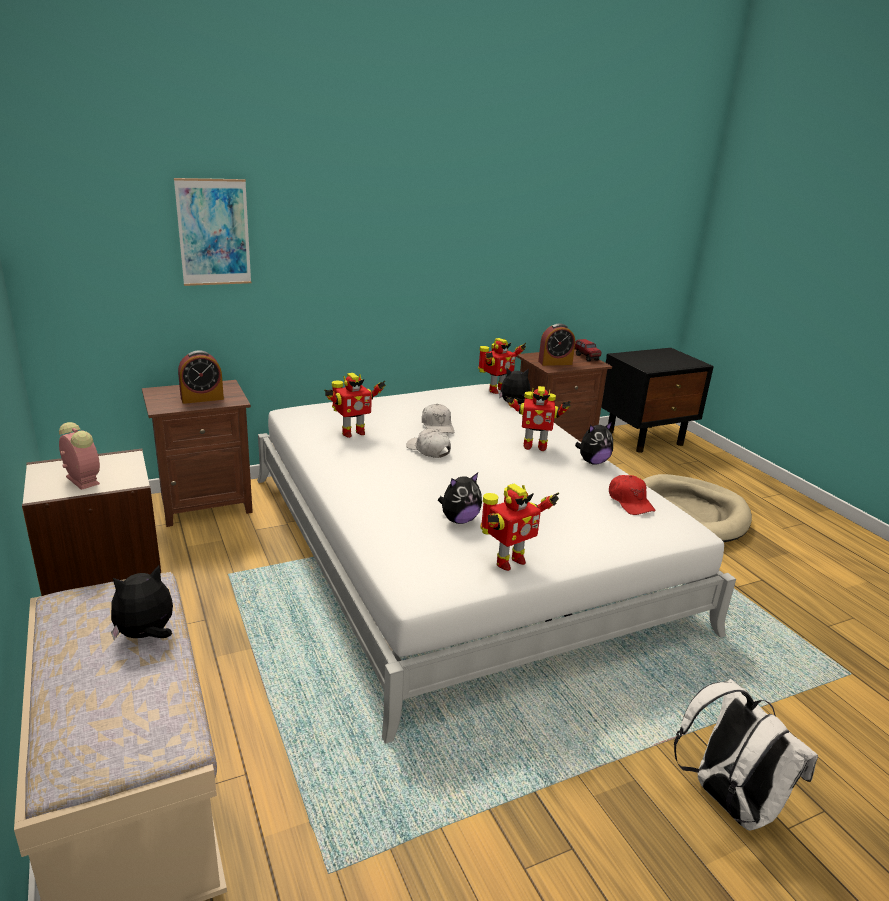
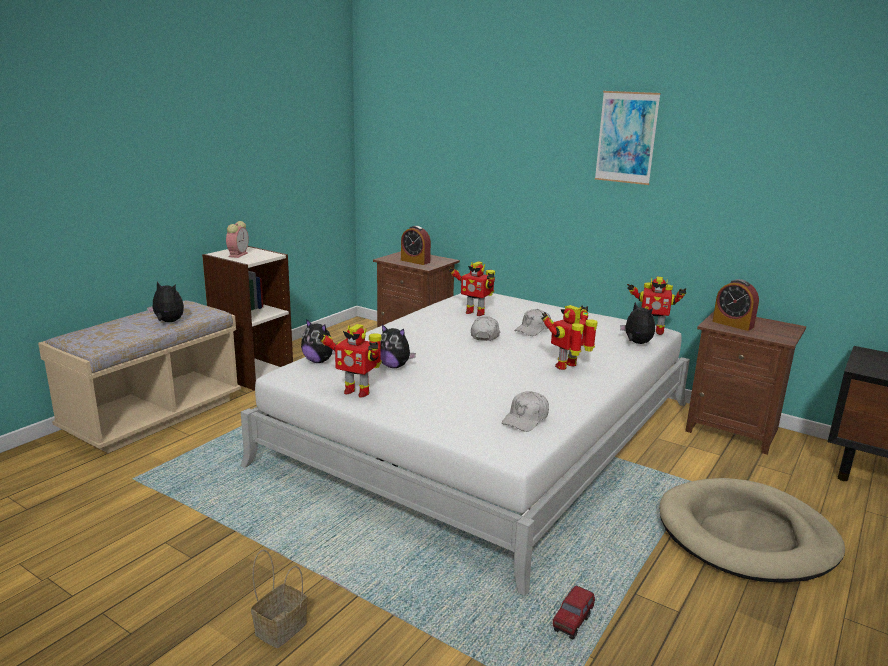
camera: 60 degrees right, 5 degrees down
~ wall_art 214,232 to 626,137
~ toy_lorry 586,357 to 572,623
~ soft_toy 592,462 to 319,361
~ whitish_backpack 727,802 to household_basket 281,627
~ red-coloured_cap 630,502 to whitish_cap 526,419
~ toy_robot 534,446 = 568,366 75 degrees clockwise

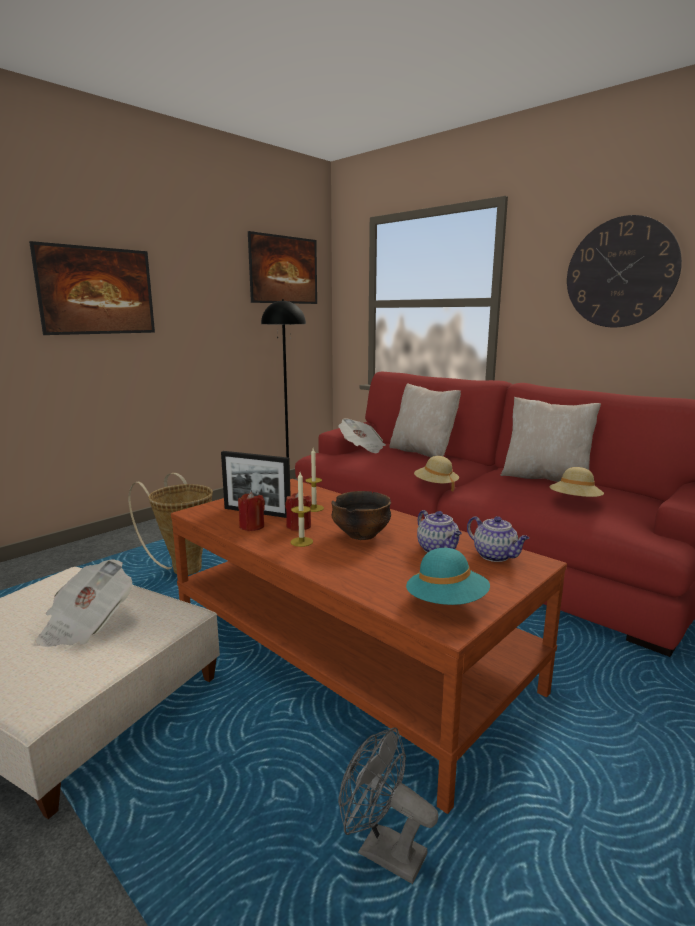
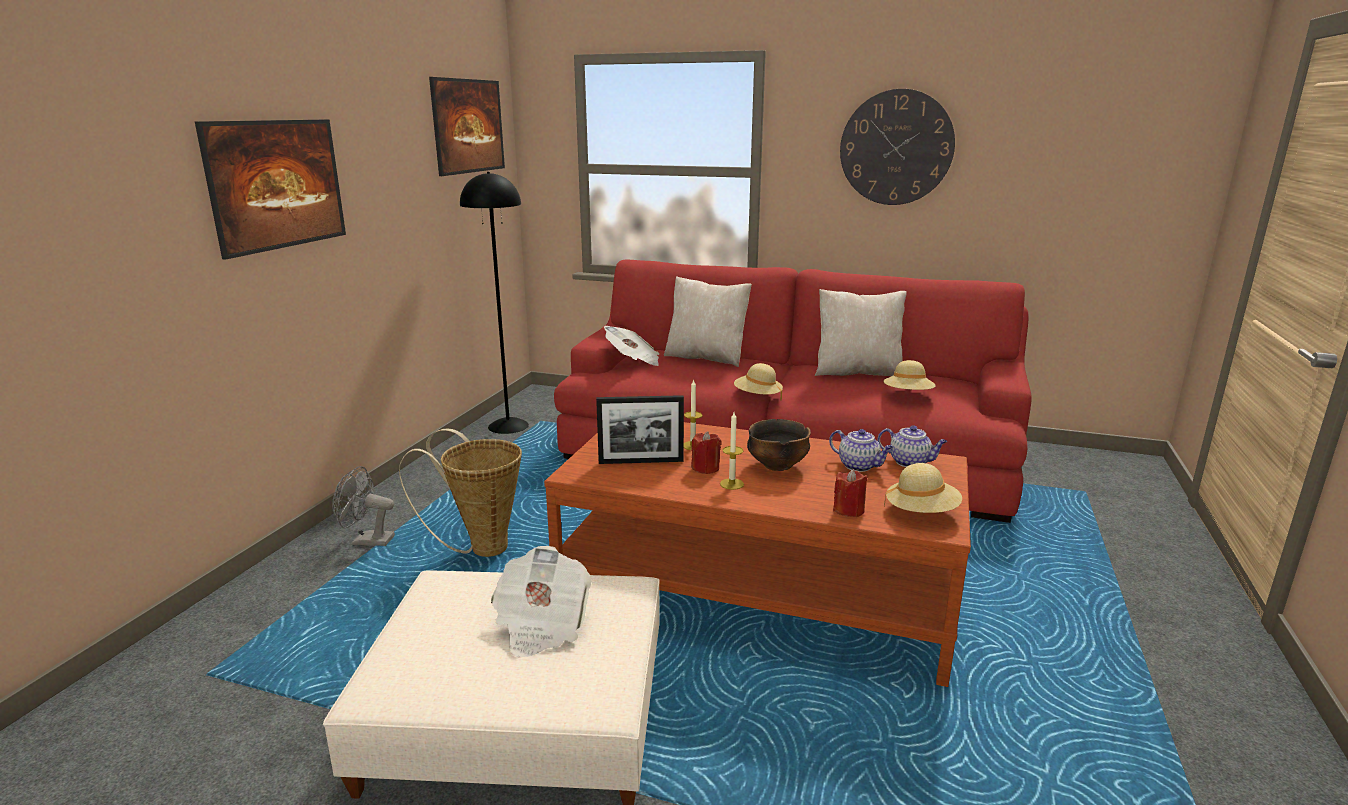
camera: 25 degrees left, 5 degrees up
~ red-coloured_wax_candle 252,526 to 848,510
~ greyish_cooling_fan 382,851 to 367,541
~ turquoise-coloured_hat 446,603 to sand-coloured_hat 921,512

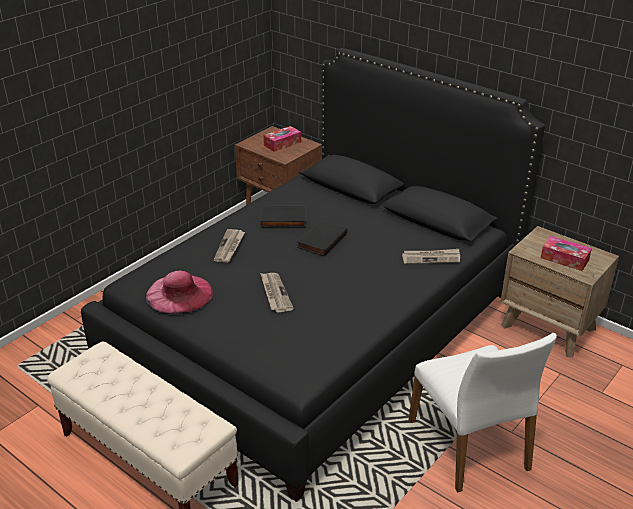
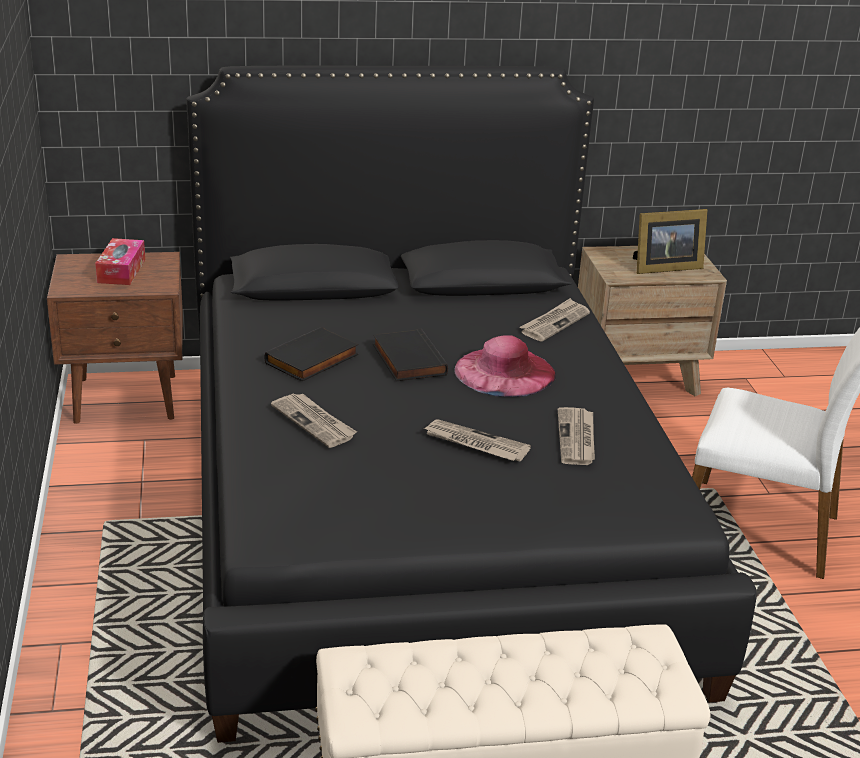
camera: 50 degrees left, 5 degrees down
+ daily_paper 577,439
~ pinkish_hat 179,294 to 504,371
~ tissue_box 564,259 to photo_frame 663,267

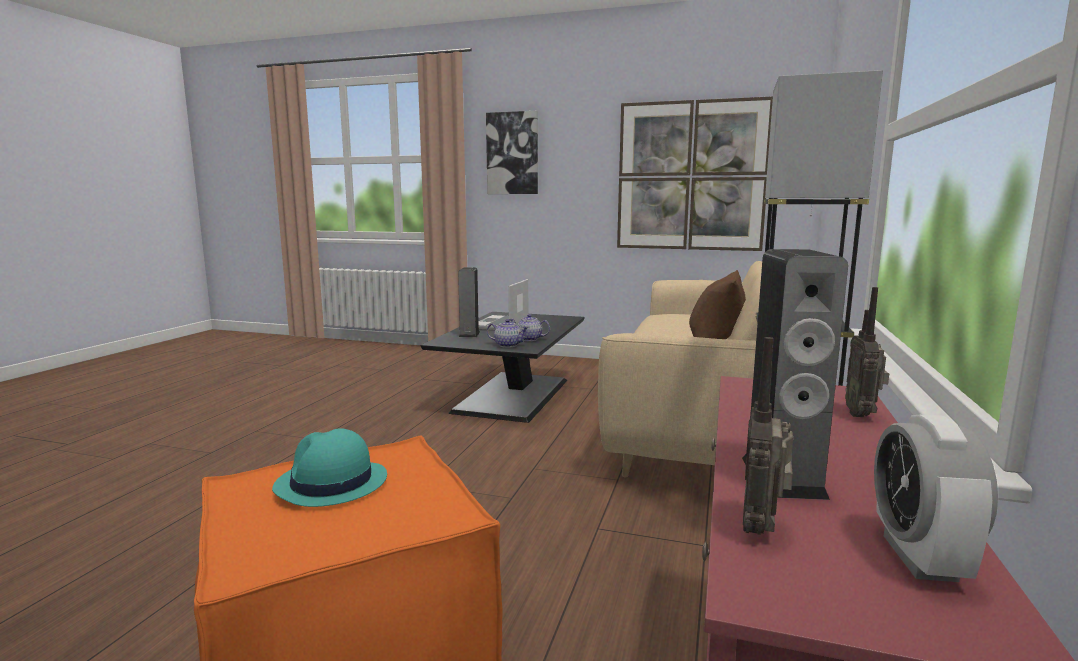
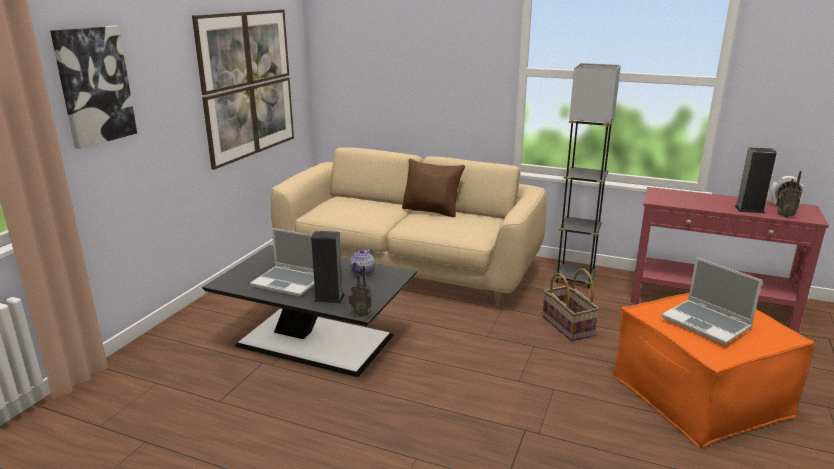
camera: 85 degrees left, 10 degrees up
- pot_for_tea 507,345
+ household_basket 568,326
~ radio_receiver 862,414 to 361,314
~ turquoise-coloured_hat 331,483 to laptop 707,323

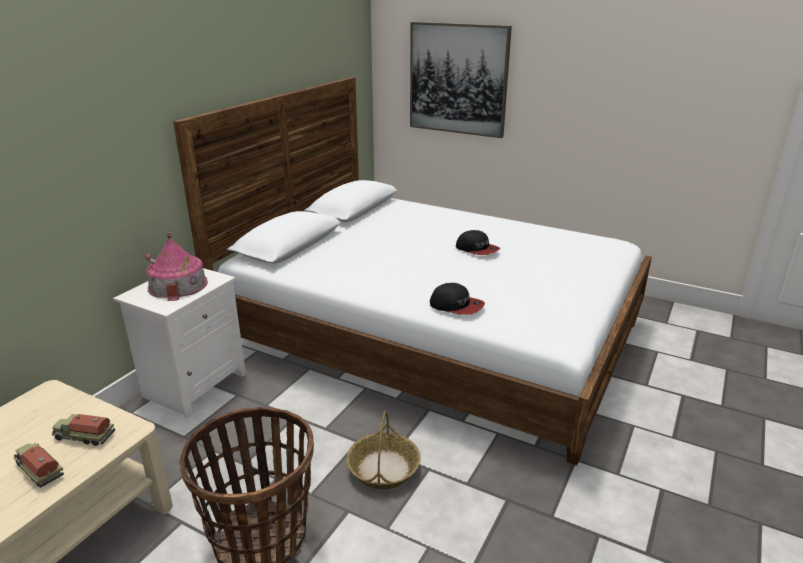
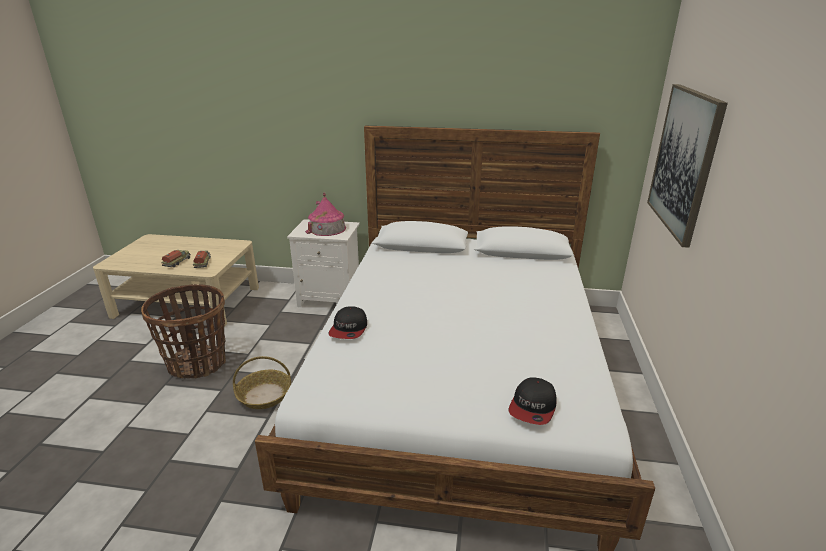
camera: 70 degrees right, 0 degrees up
~ cap 477,249 to 533,407

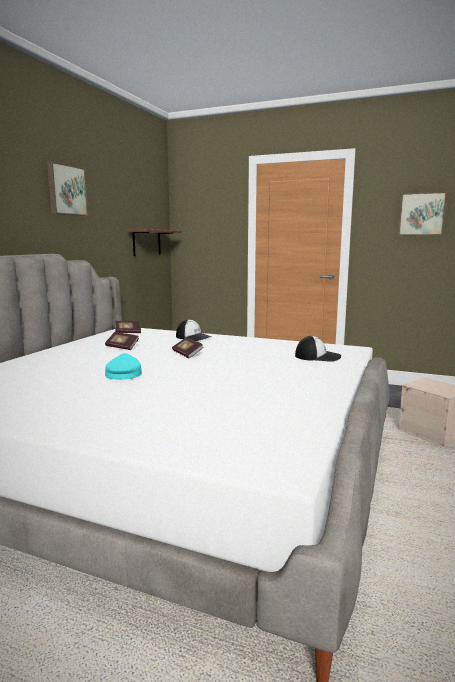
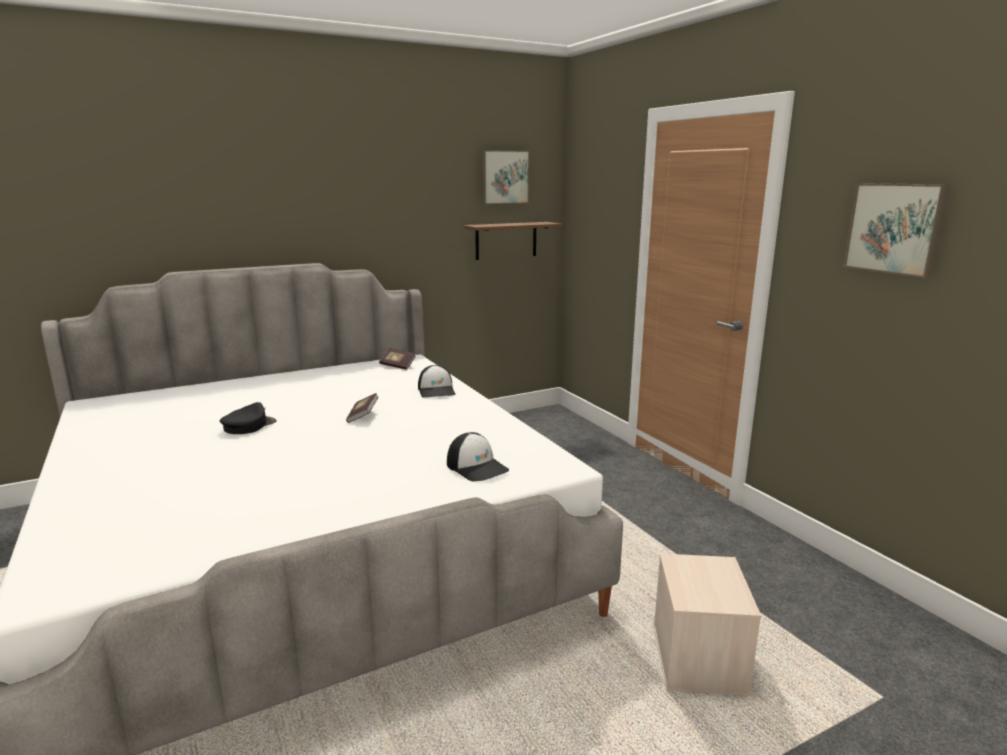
camera: 40 degrees right, 5 degrees up
- book 122,347
~ wall_art 66,190 to 504,177
~ turquoise-coloured_cap 123,374 to blackish_cap 249,426

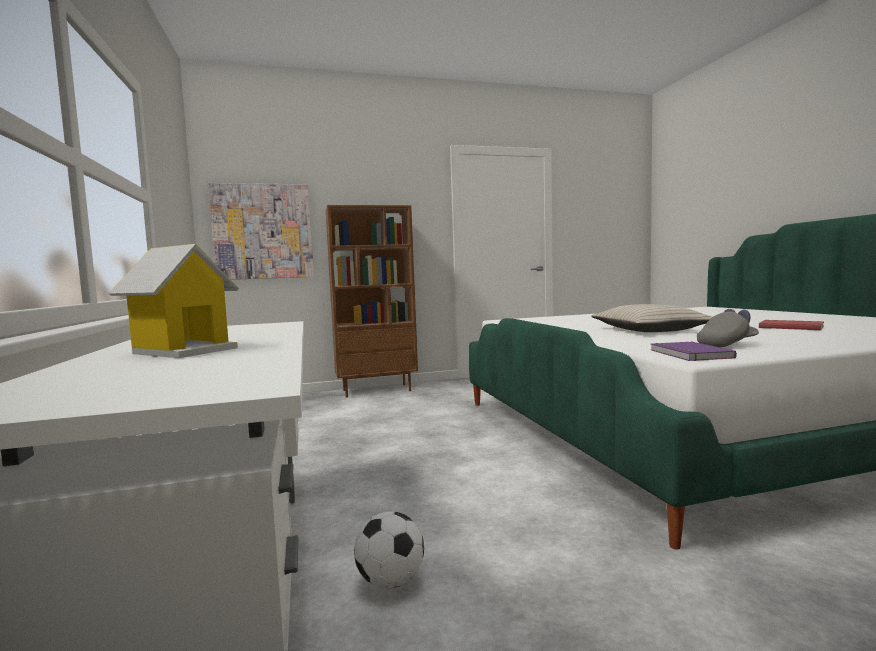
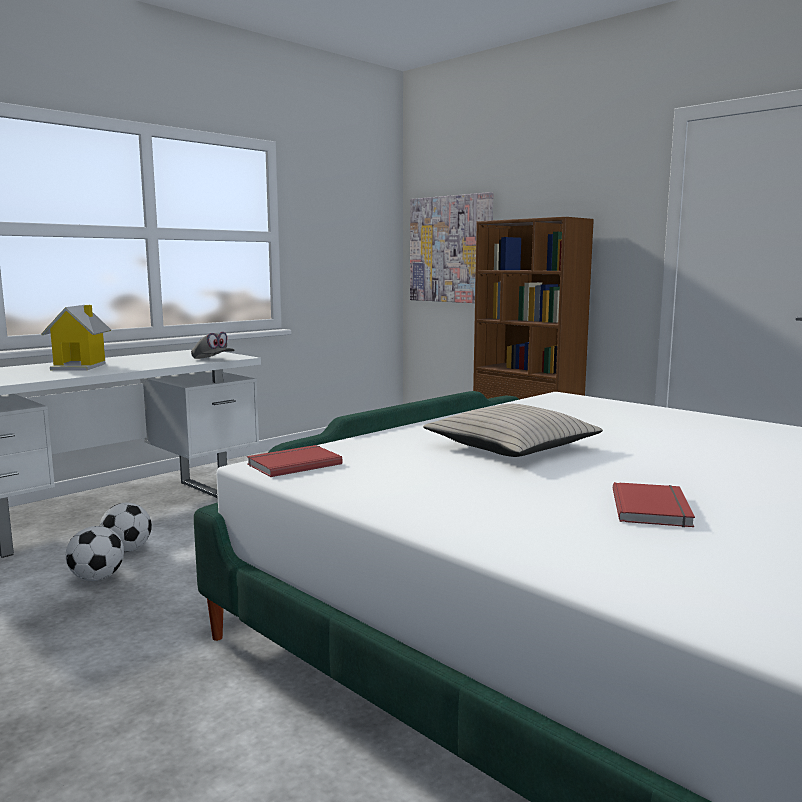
camera: 60 degrees right, 5 degrees up
+ football 97,578
~ greyish_cap 727,345 to 213,360
~ purple-coloured_book 688,354 to red-coloured_book 293,464

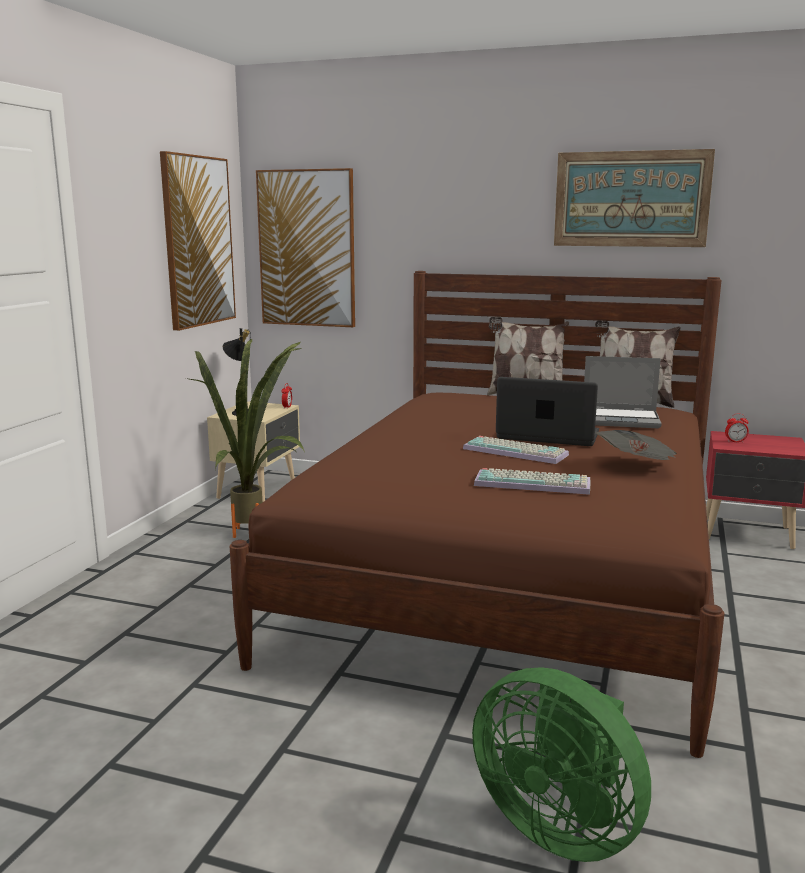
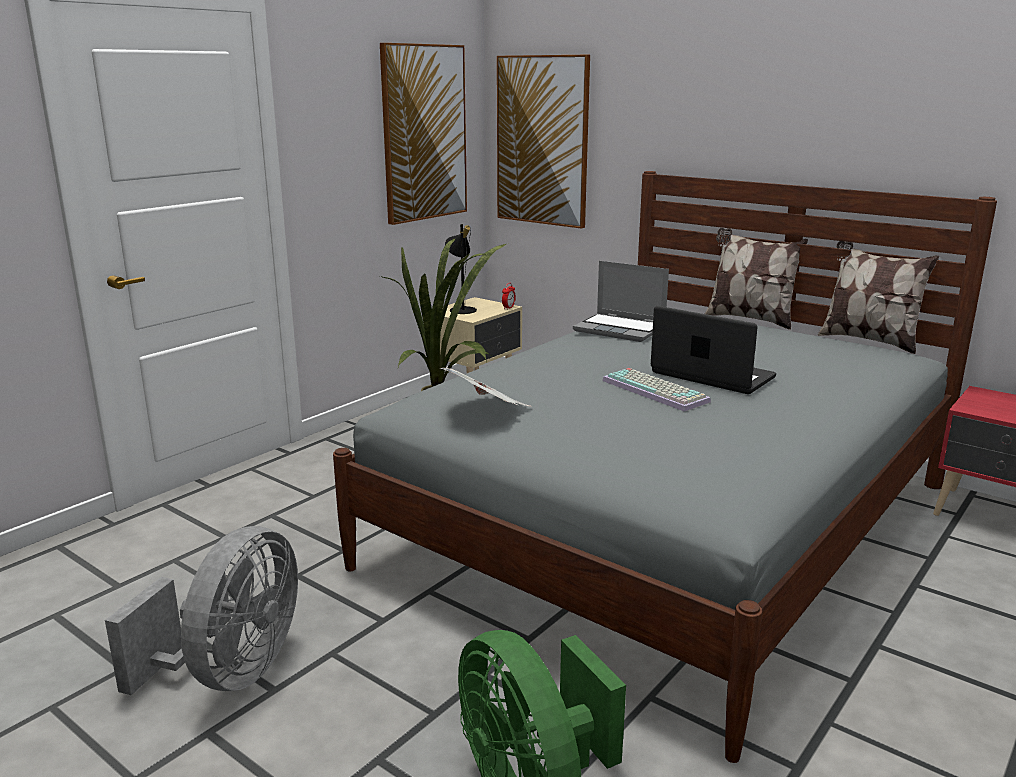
camera: 20 degrees right, 5 degrees up
- PC_keyboard 534,483
- wall_art 631,199
- table_clock 735,441
+ greyish_cooling_fan 230,673
~ laptop 621,420 to 621,329
~ daily_paper 637,467 to 486,410
~ brownish_bed 512,578 to greyish_bed 668,524

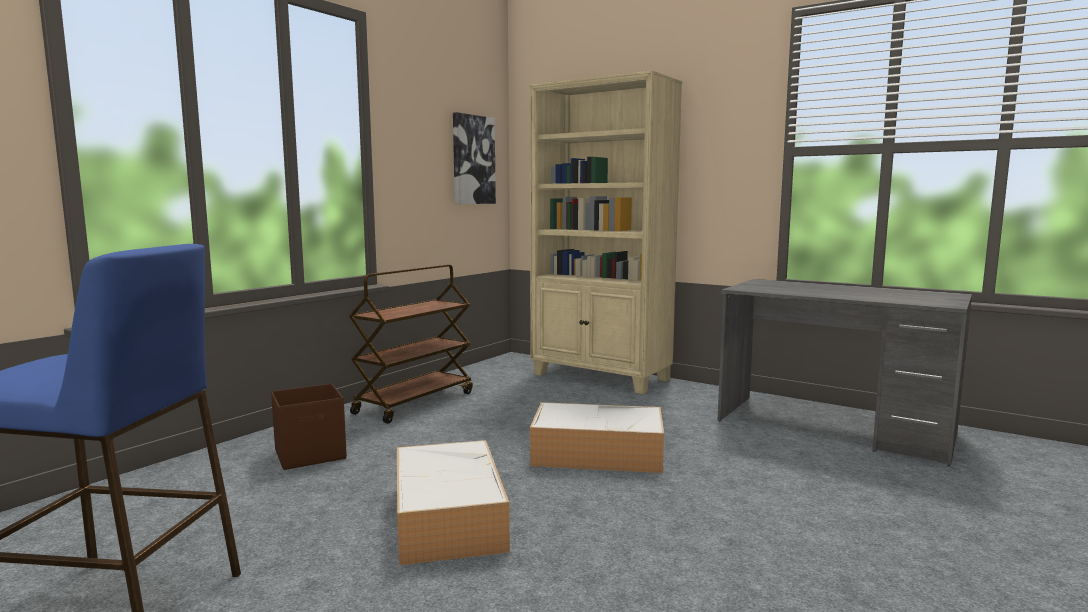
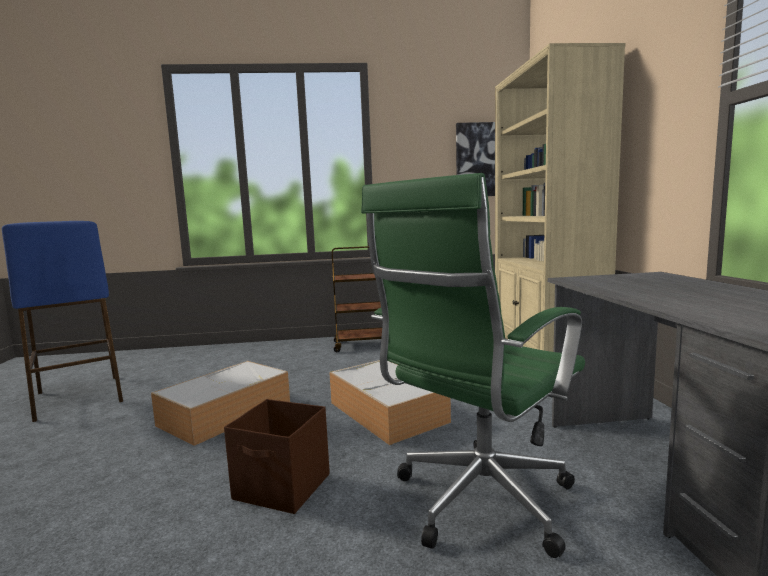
camera: 50 degrees right, 0 degrees up
+ green-coloured_desk_chair 478,503
~ brownish_storage_box 311,454 to 283,487

